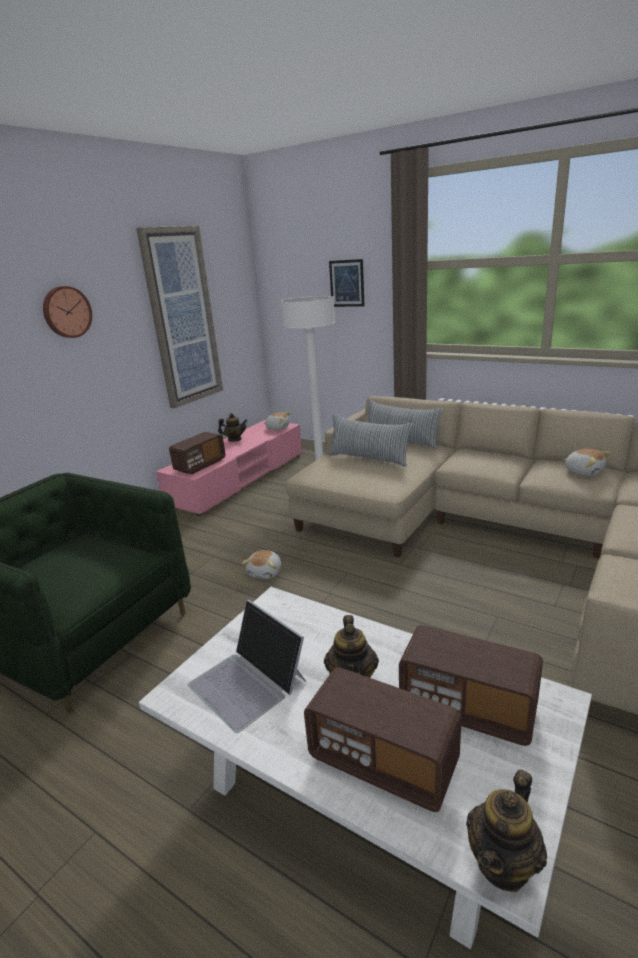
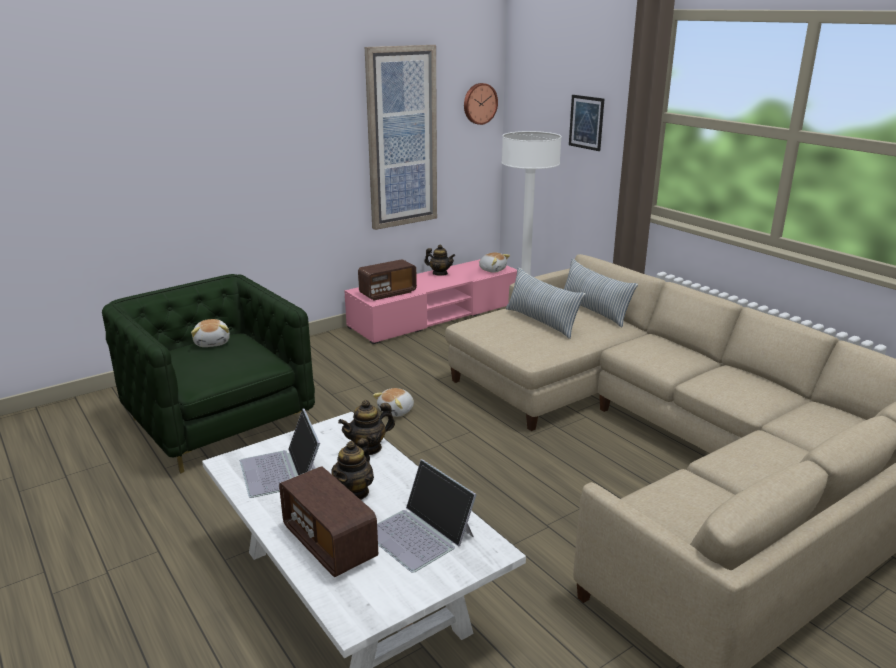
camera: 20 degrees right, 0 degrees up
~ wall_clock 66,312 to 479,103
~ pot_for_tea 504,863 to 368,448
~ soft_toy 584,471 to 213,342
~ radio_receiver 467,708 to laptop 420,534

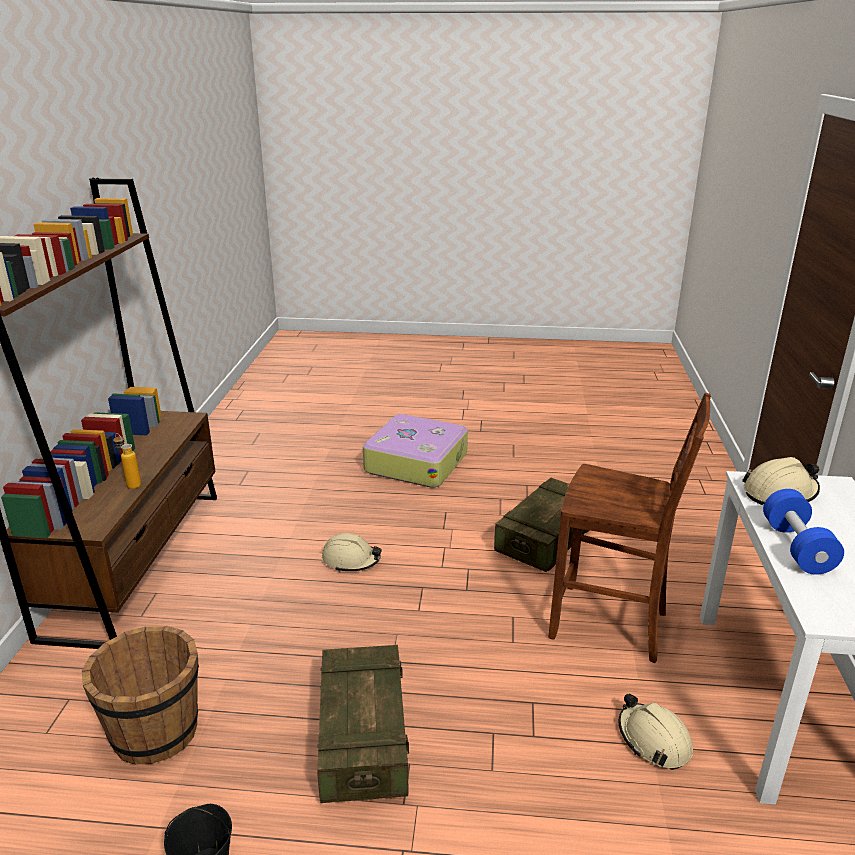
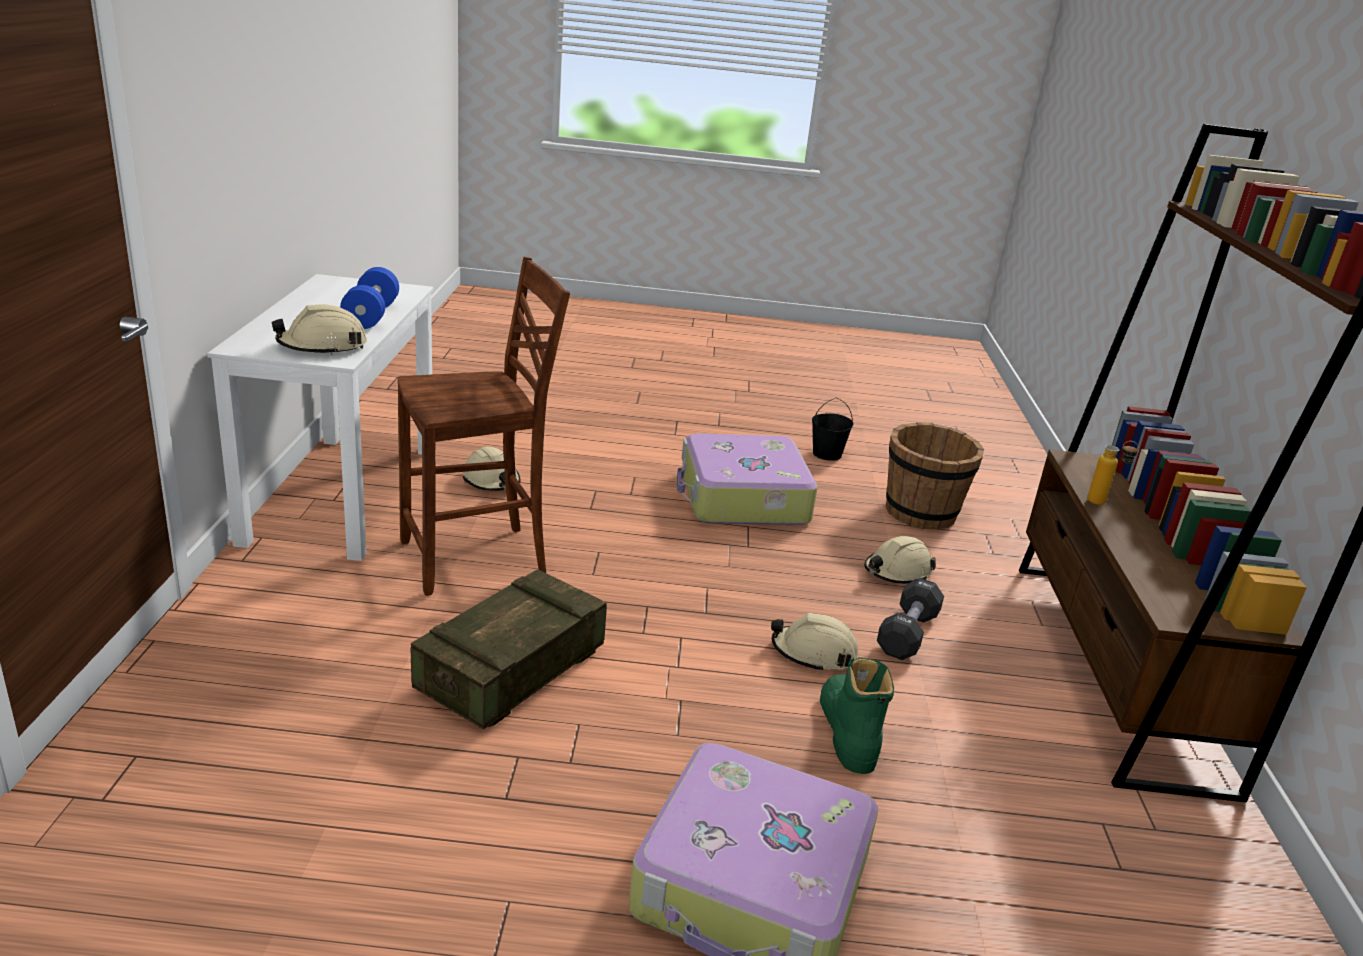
camera: 175 degrees right, 0 degrees up
+ green-coloured_tall_boot 847,731
+ sand-coloured_safety_helmet 897,572
+ blackish_free_weight 907,634
~ shipping_crate 363,739 to suitcase 742,498
~ brownish_upright_chair 611,625 = 477,559 135 degrees clockwise

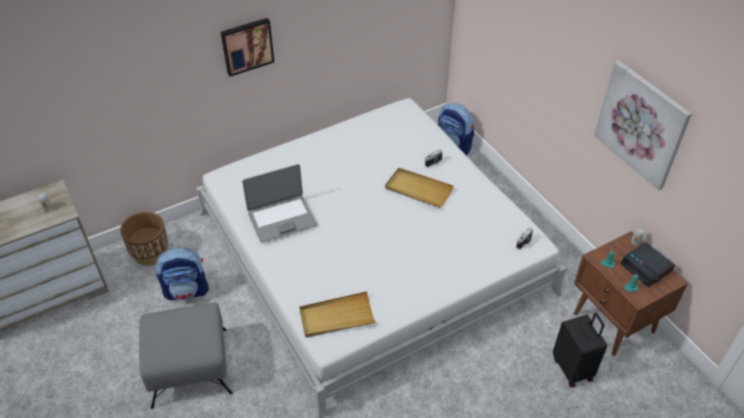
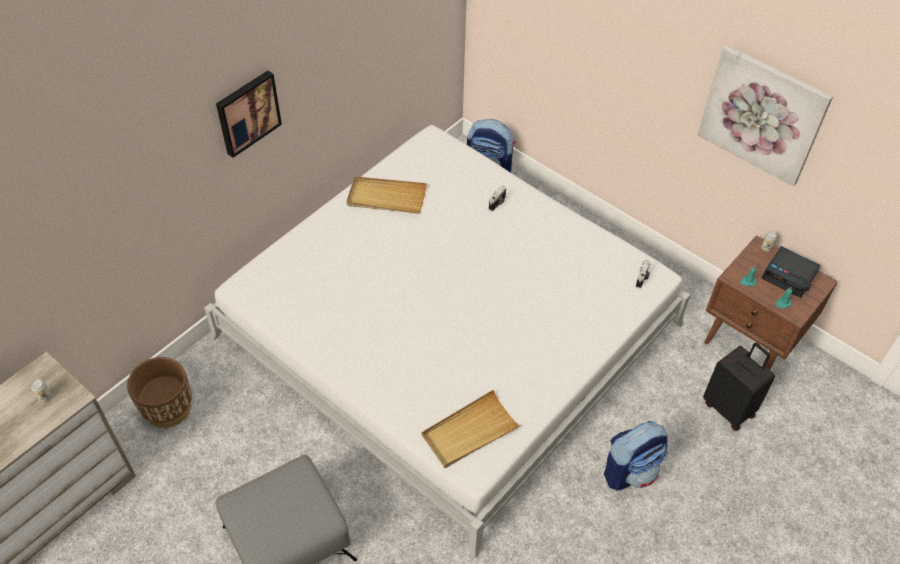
camera: 20 degrees left, 5 degrees up
- laptop 282,219
~ backpack 187,290 to 630,471
~ sand-coloured_serving_tray 418,190 to 386,198

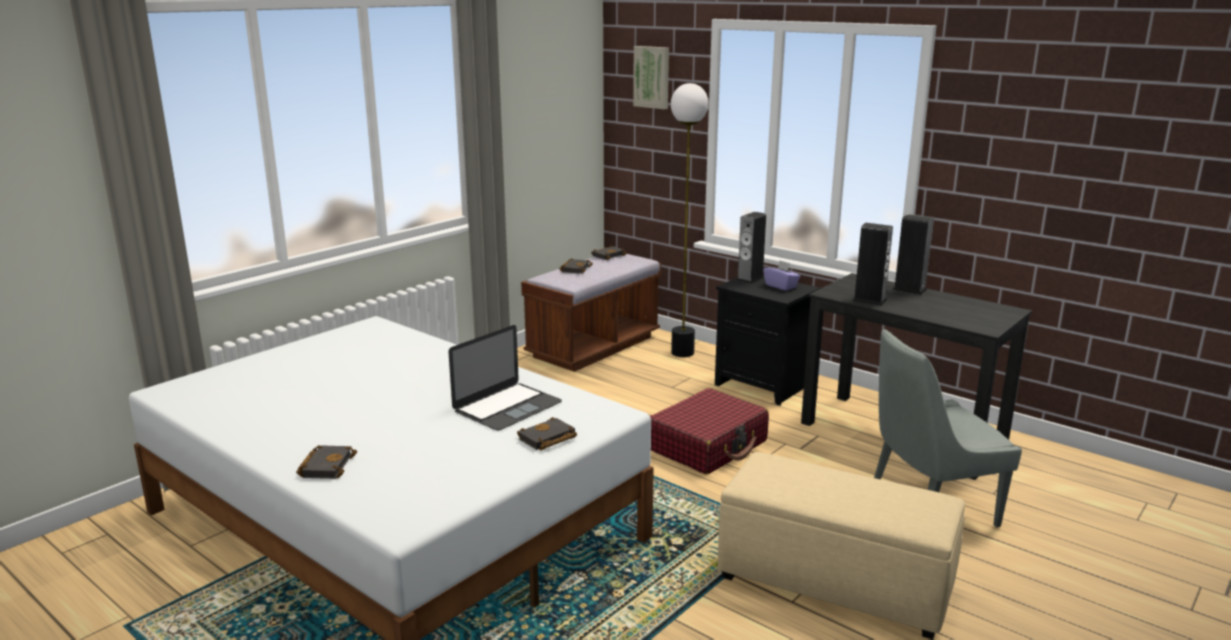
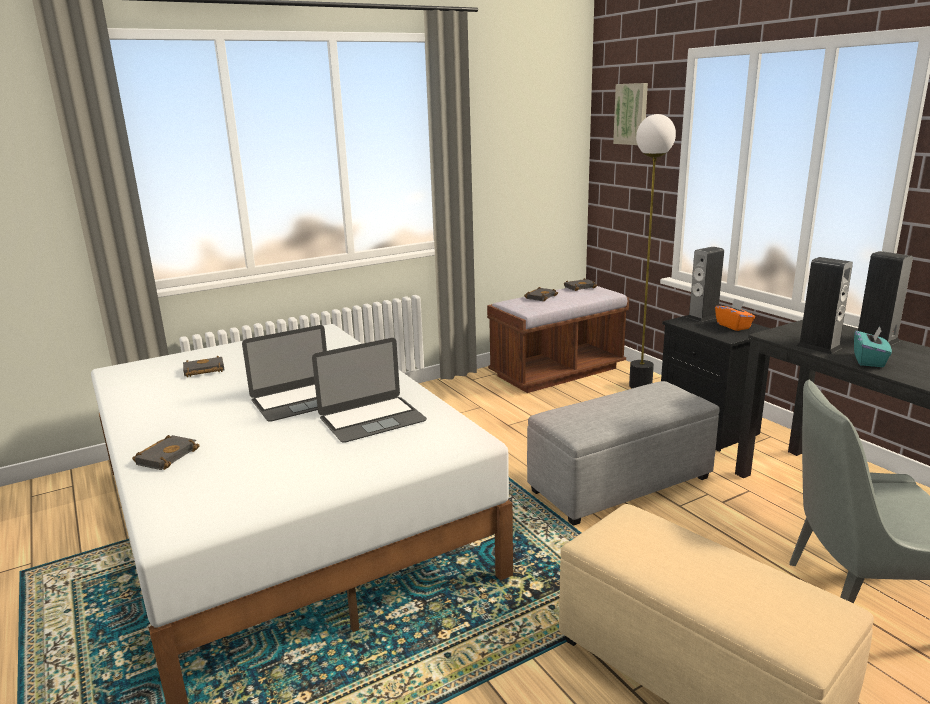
camera: 20 degrees right, 0 degrees up
+ laptop 300,401
+ turquoise-coloured_tissue_box 869,360
~ blackish_book 547,439 to 203,371
~ red-coloured_suitcase 708,445 to greyish_footrest 621,484
~ purple-coloured_tissue_box 781,286 to orange-coloured_tissue_box 733,326

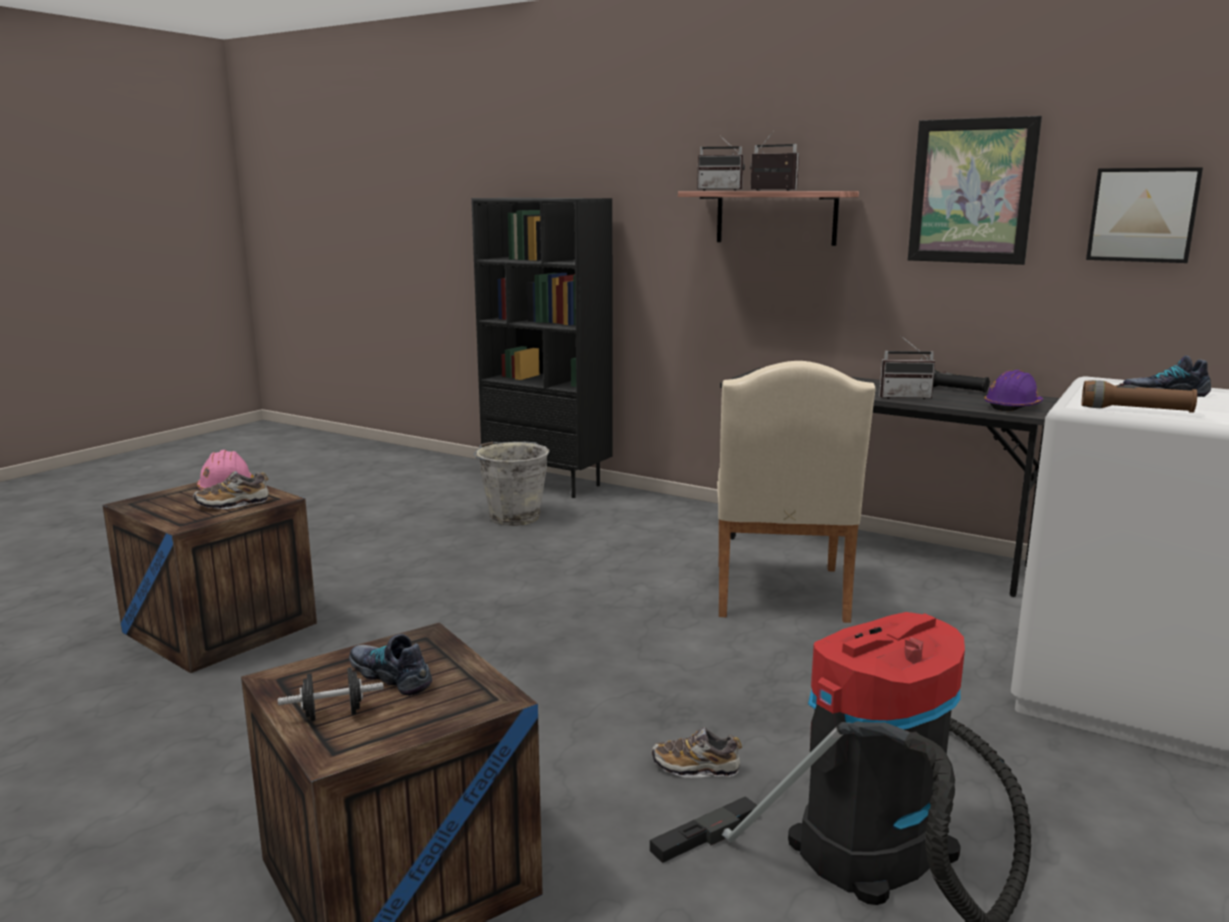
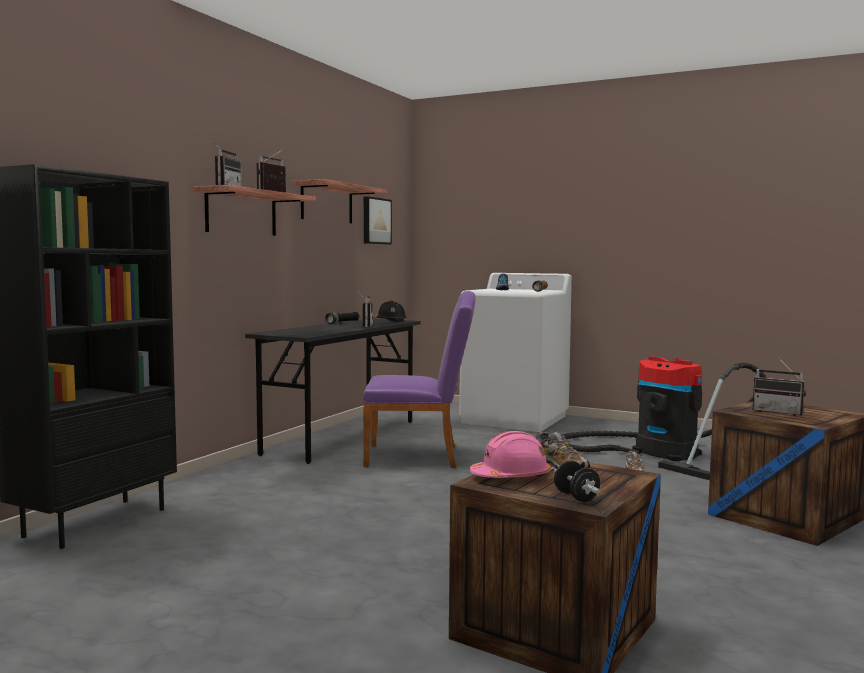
camera: 95 degrees left, 10 degrees down
- greyish_water_bucket 513,517
~ blackish_free_weight 333,714 to 576,497
~ item_of_footwear 391,676 to radio_receiver 779,412
~ wall_art 971,191 to bracket_shelf 327,203
~ sand-coloured_upright_chair 780,596 to purple-coloured_upright_chair 420,456
~ purple-coloured_safety_helmet 1013,407 to blackish_safety_helmet 390,321

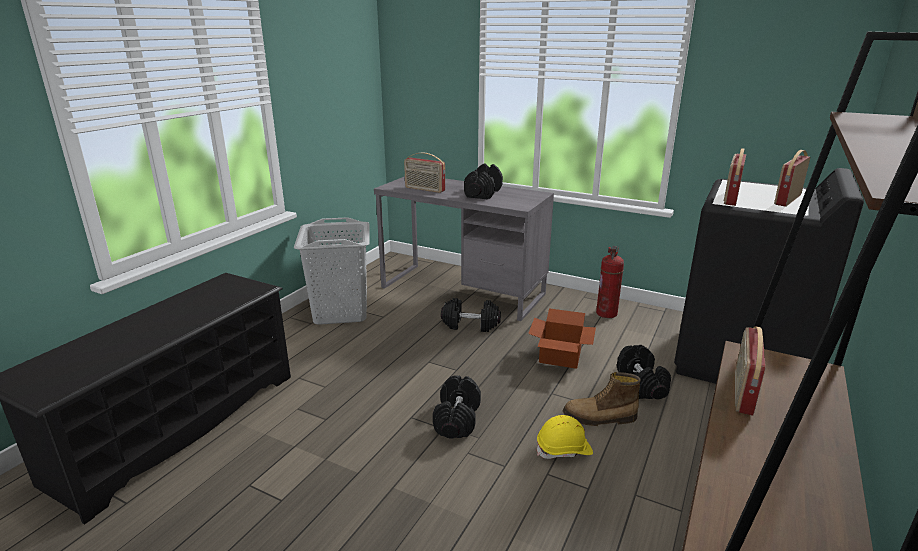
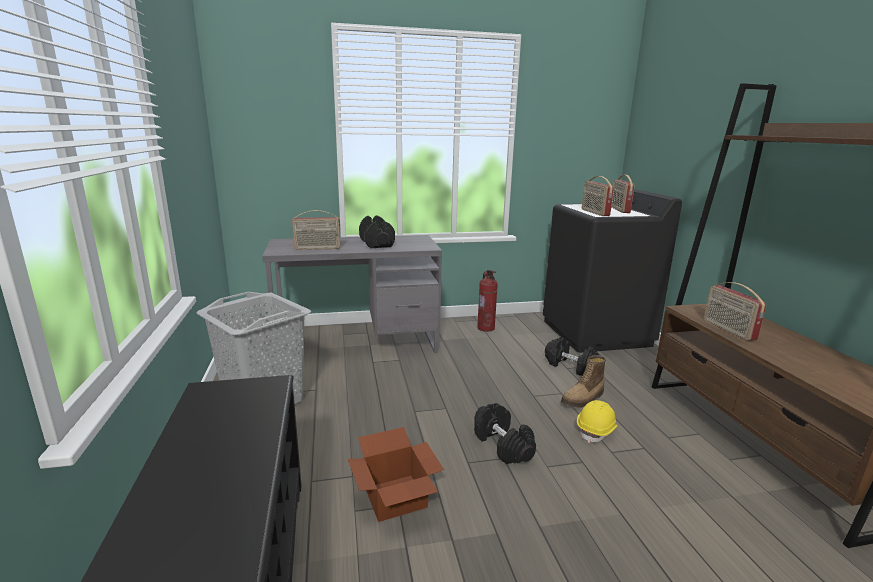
camera: 40 degrees left, 5 degrees down
- blackish_free_weight 470,325
~ cardboard_box 559,356 to 395,498

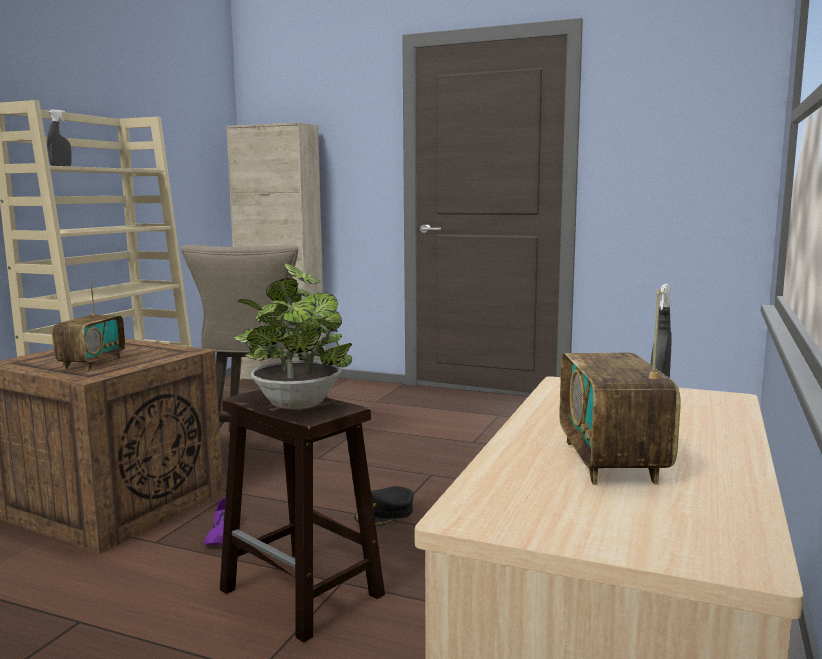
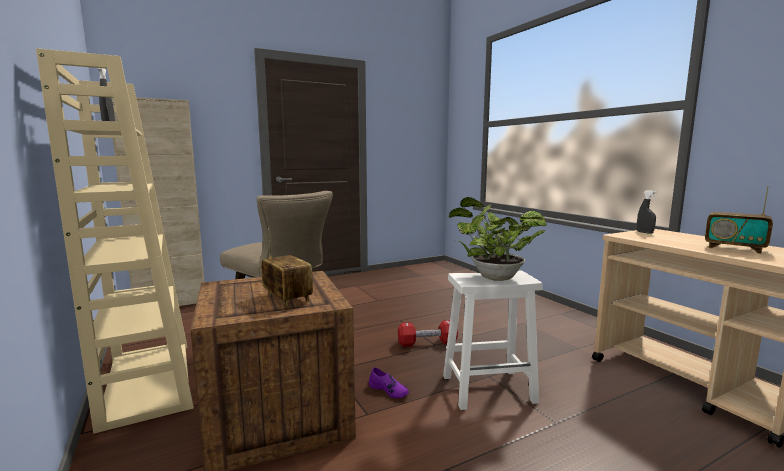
camera: 50 degrees left, 0 degrees up
~ blackish_cap 385,513 to red-coloured_free_weight 427,343
~ brownish_sitting_stool 304,593 to whitish_sitting_stool 489,388

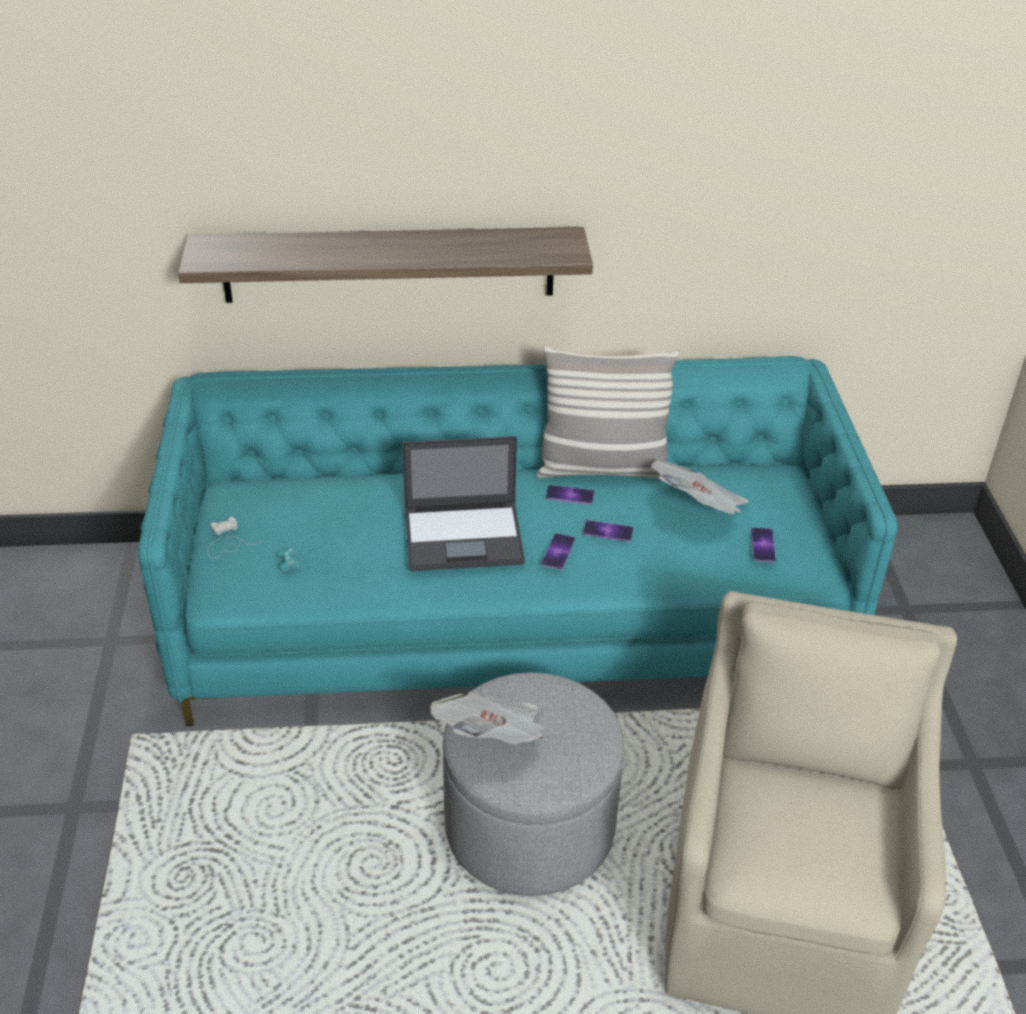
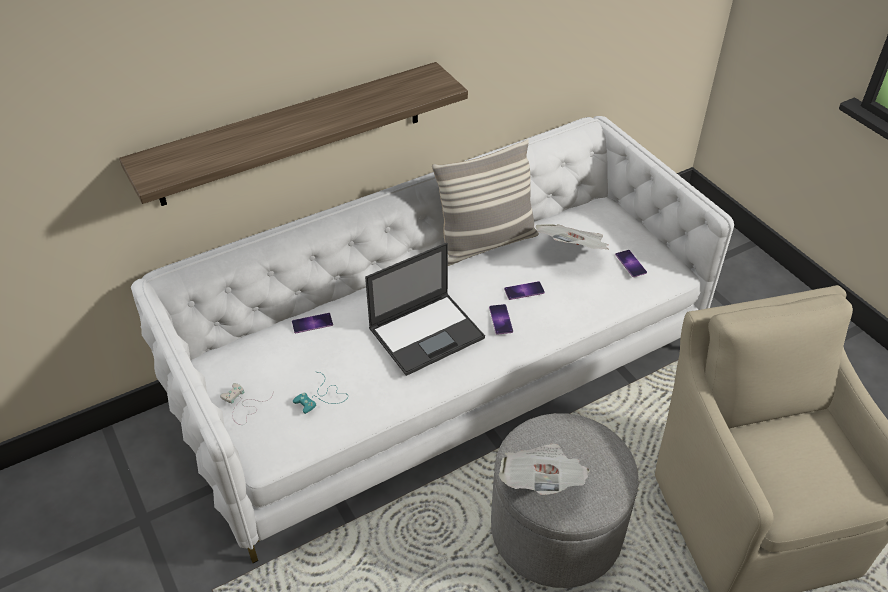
camera: 25 degrees left, 5 degrees up
~ handset 570,495 to 312,323
~ turquoise-coloured_couch 510,620 to whitish_couch 444,378

